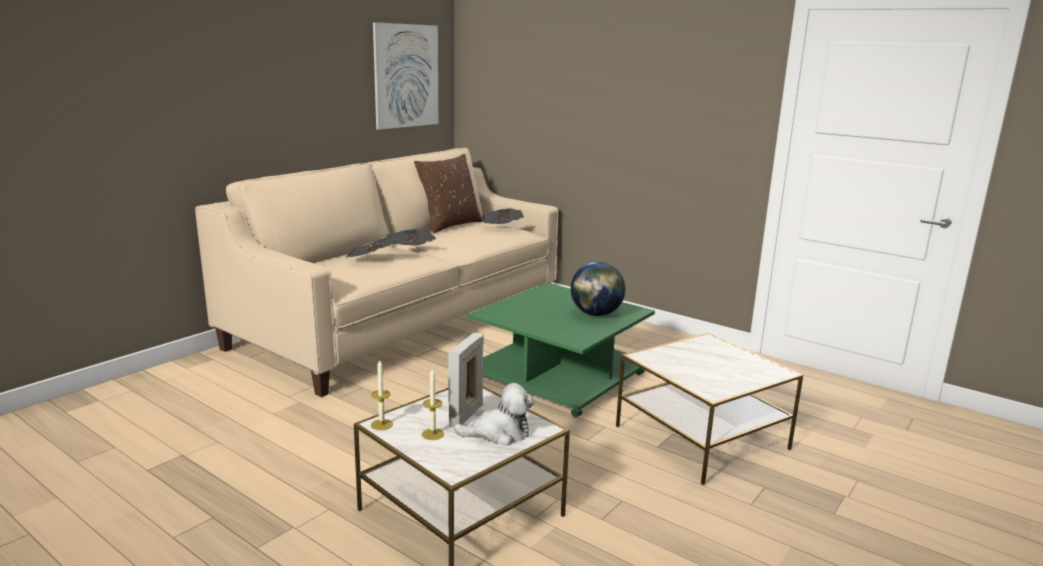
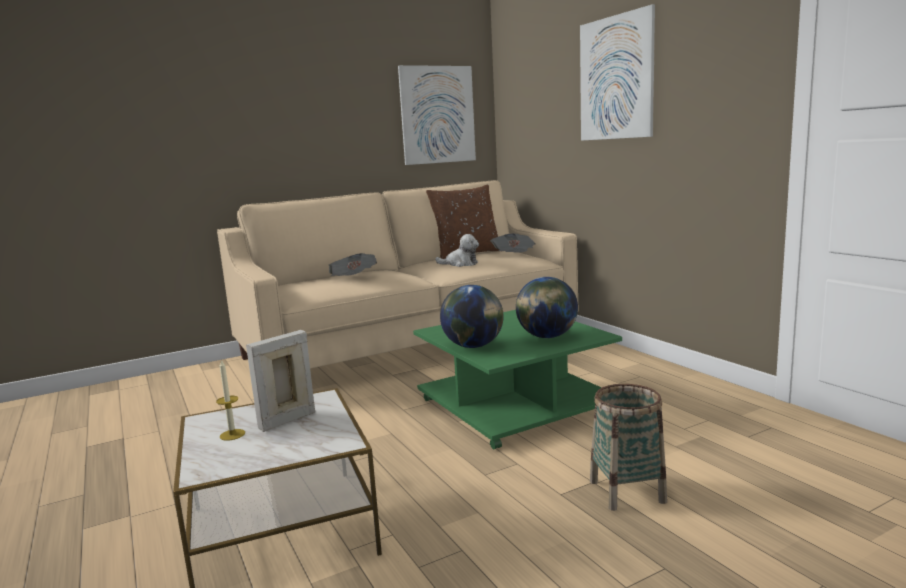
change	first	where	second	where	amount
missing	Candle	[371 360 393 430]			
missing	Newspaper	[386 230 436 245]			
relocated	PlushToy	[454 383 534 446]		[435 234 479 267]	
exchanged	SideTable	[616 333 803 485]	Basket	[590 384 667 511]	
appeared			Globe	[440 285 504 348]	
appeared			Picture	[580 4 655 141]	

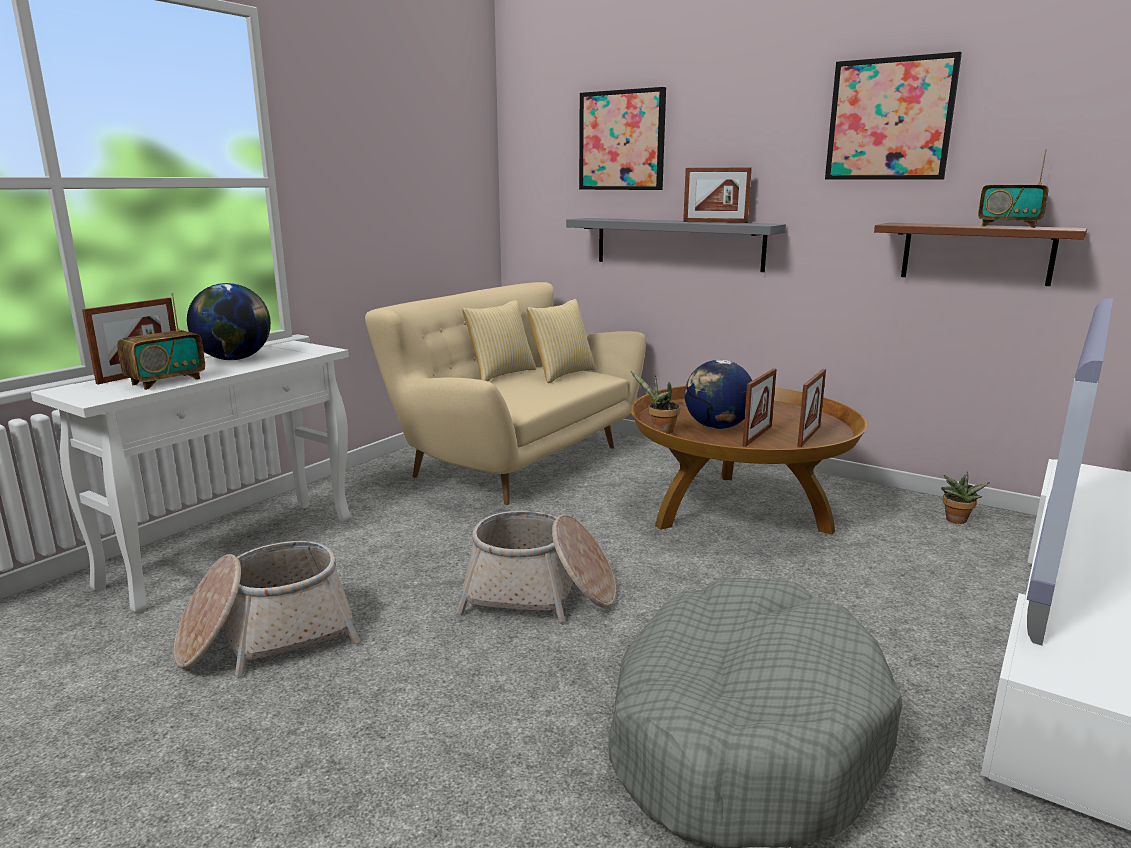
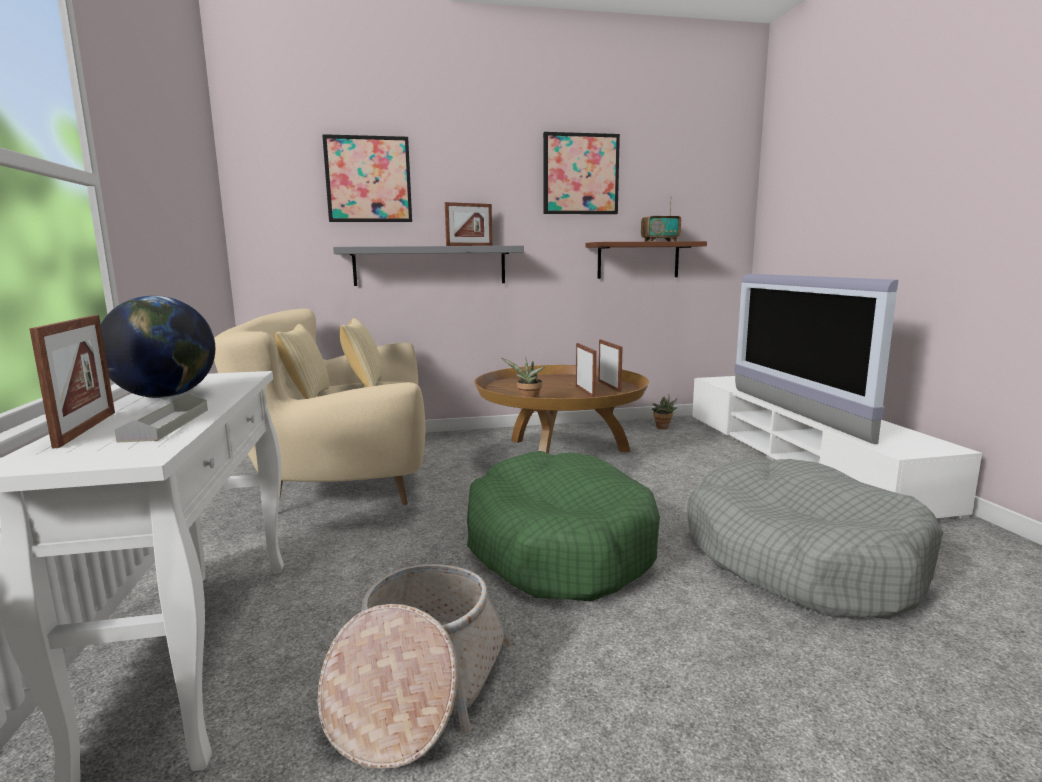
change	first	where	second	where	amount
exchanged	Radio	[117 293 205 390]	GreyTray	[115 393 208 442]	
exchanged	Basket	[457 511 617 623]	GreenDogBed	[467 451 660 601]	
missing	Globe	[684 360 752 429]			

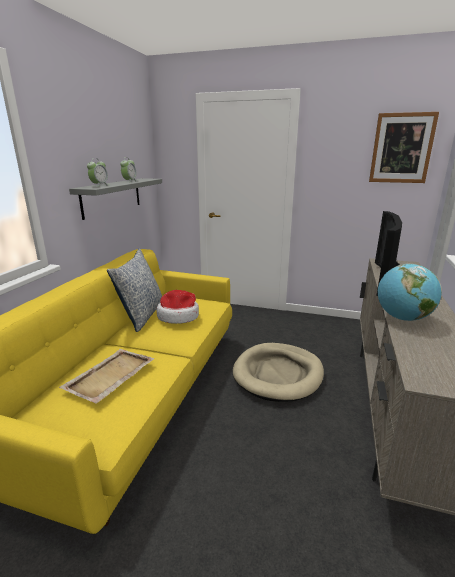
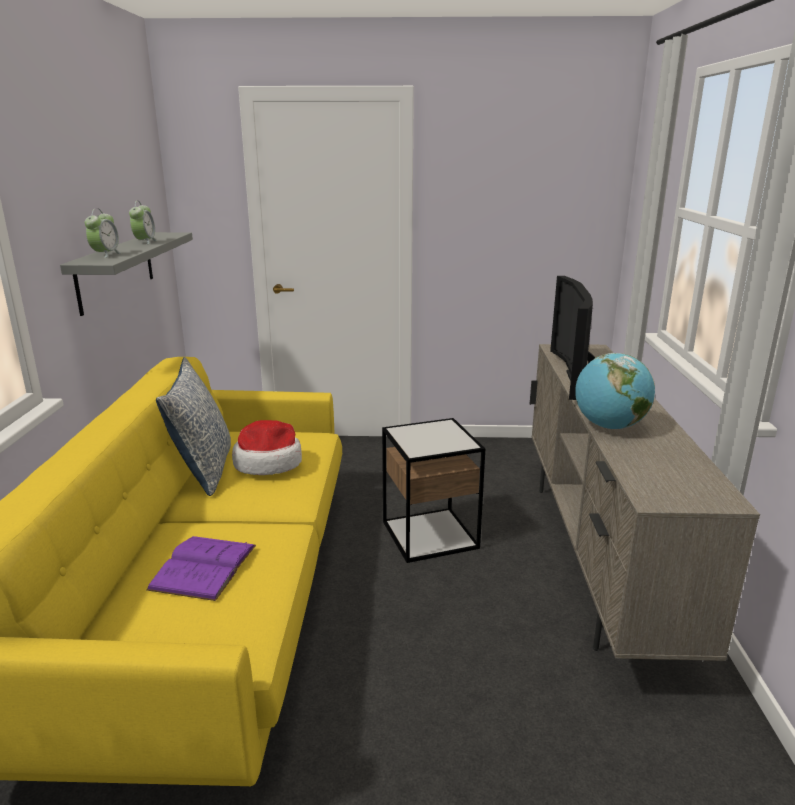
change	first	where	second	where	amount
exchanged	BeigeTray	[59 349 155 403]	PurpleBook	[146 536 256 601]	
exchanged	BeigeDogBed	[233 343 324 402]	SideTable	[382 418 485 563]	
missing	Picture	[369 112 439 183]			

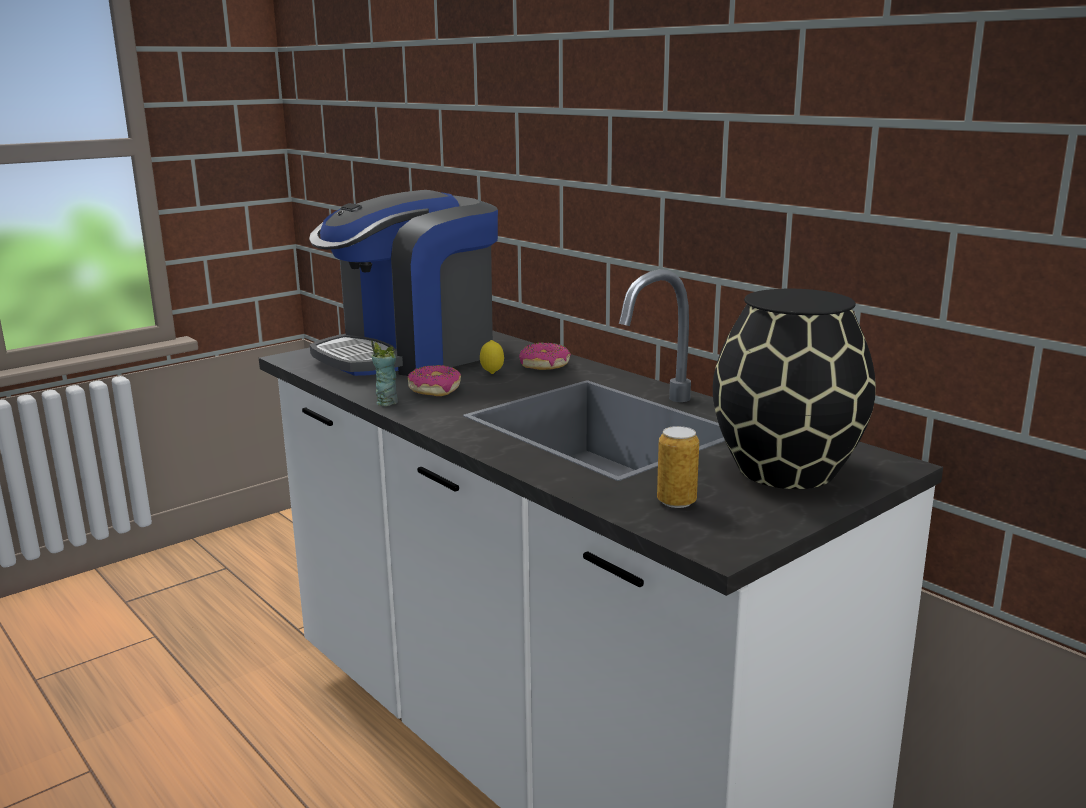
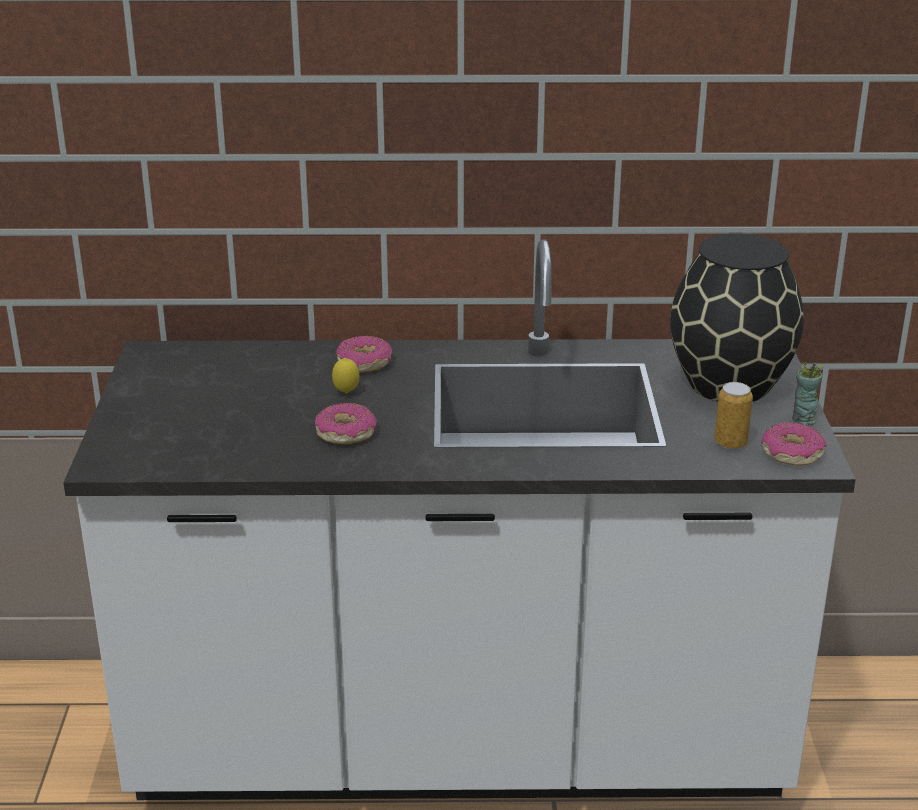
change	first	where	second	where	amount
missing	CoffeeMachine	[309 190 498 376]			
relocated	Cup	[371 340 398 406]		[792 362 824 426]	
appeared			Donut	[761 422 826 466]	

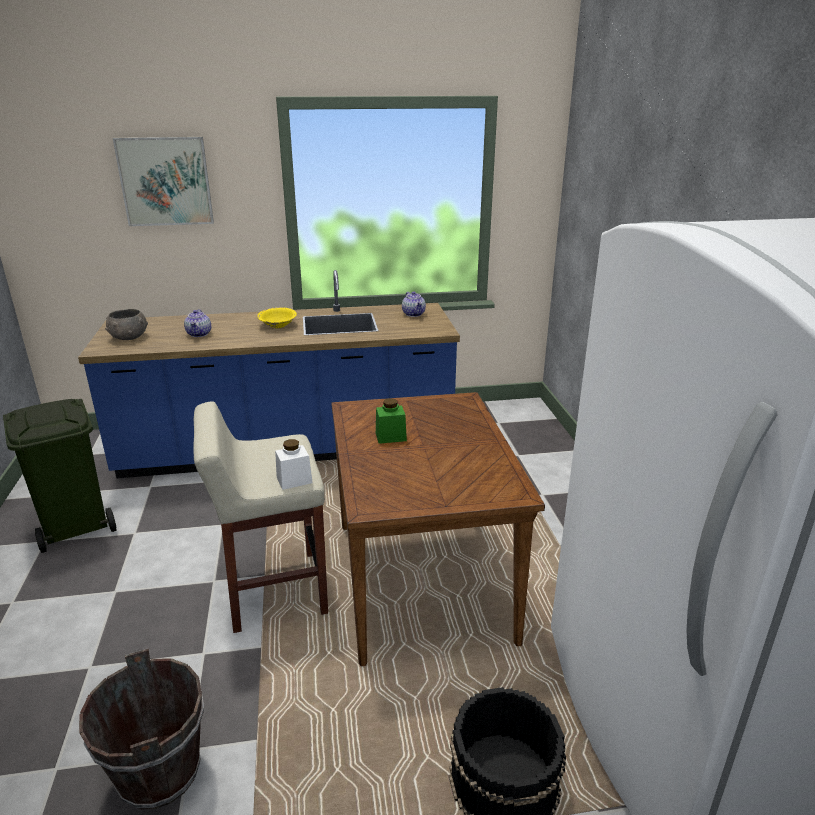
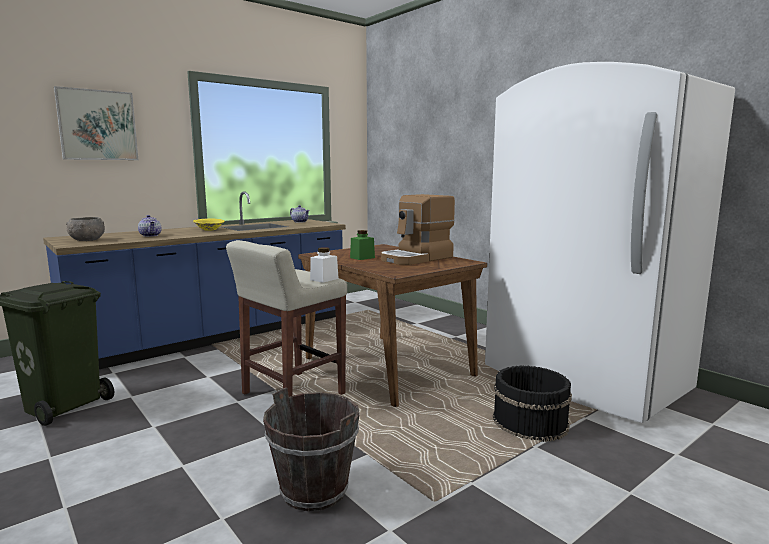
change	first	where	second	where	amount
appeared			CoffeeMachine	[381 194 455 265]	

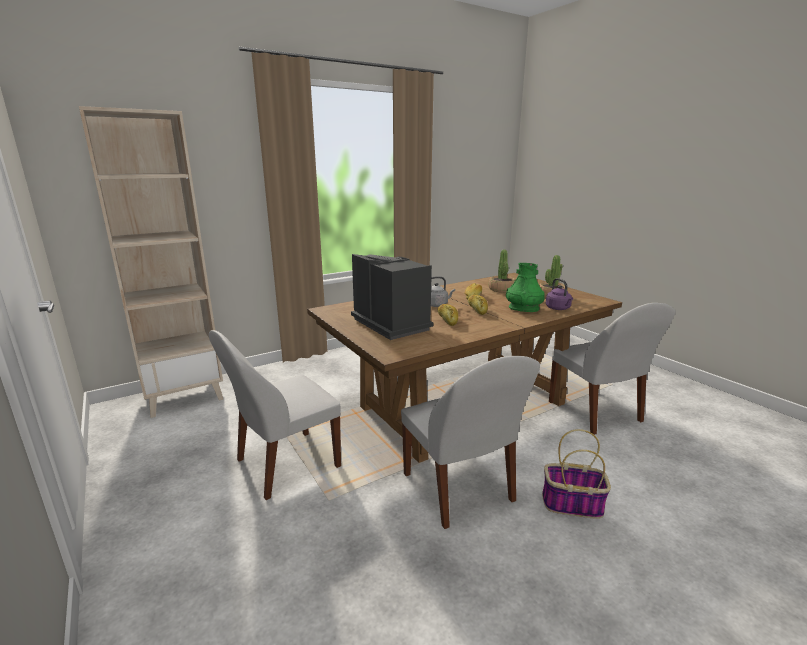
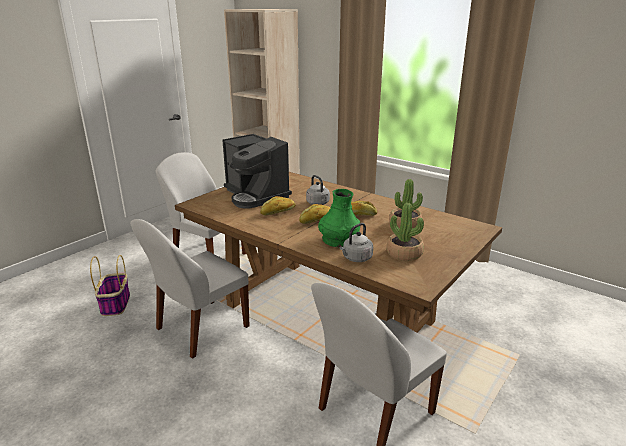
change	first	where	second	where	amount
spun	CoffeeMachine	[351 254 433 340]		[222 134 292 209]	105 degrees clockwise
relocated	Basket	[542 429 611 519]		[90 255 130 316]	
colour	PurpleKettle	[546 278 573 310]	GreyKettle	[339 223 373 262]	

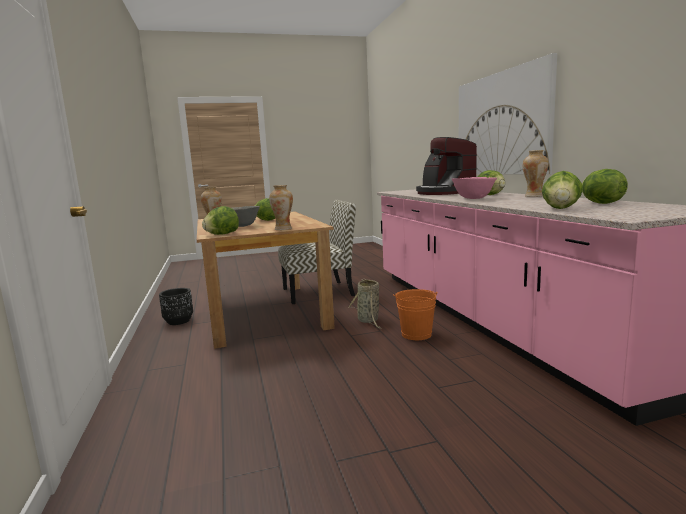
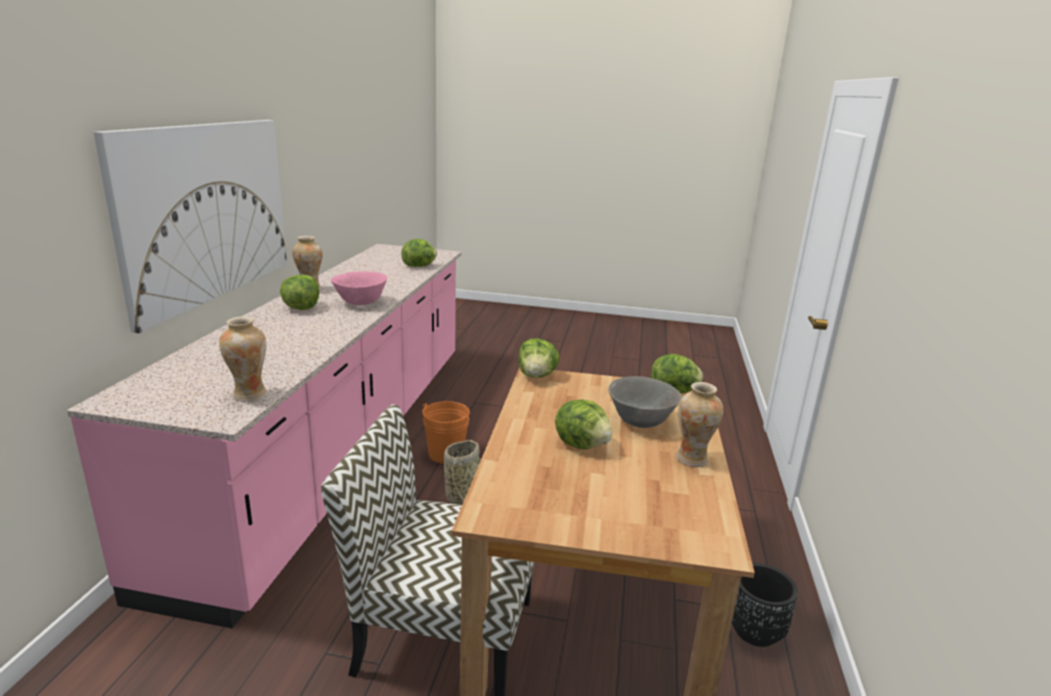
change	first	where	second	where	amount
relocated	Vase	[269 185 293 230]		[219 316 267 402]	
missing	CoffeeMachine	[416 137 477 195]			
relocated	Lettuce	[582 169 628 204]		[518 338 560 378]	

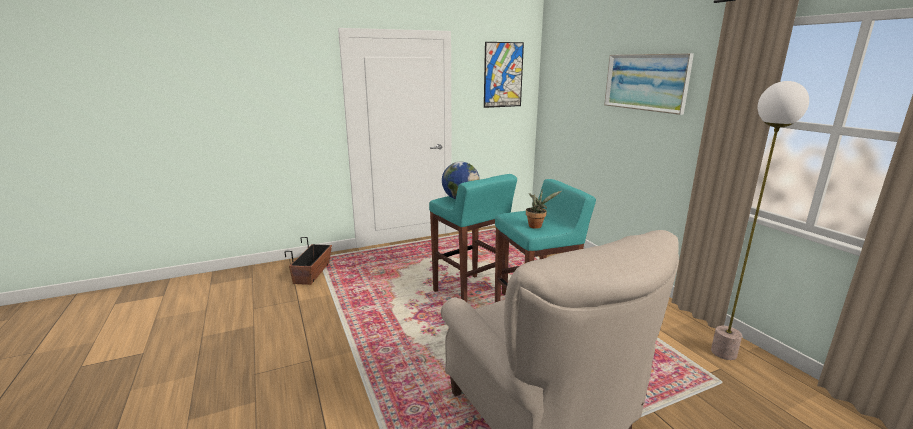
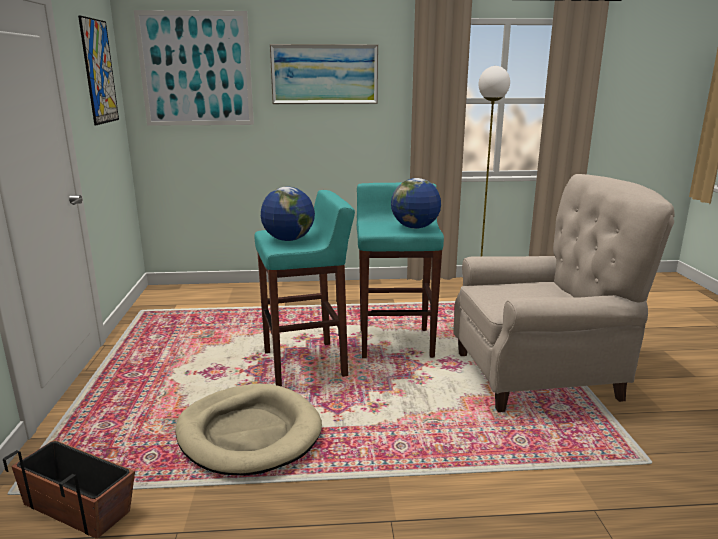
change	first	where	second	where	amount
exchanged	PottedPlant	[526 189 561 229]	Globe	[391 178 441 229]	
appeared			Picture	[134 10 254 126]	
appeared			BeigeDogBed	[175 384 322 476]	

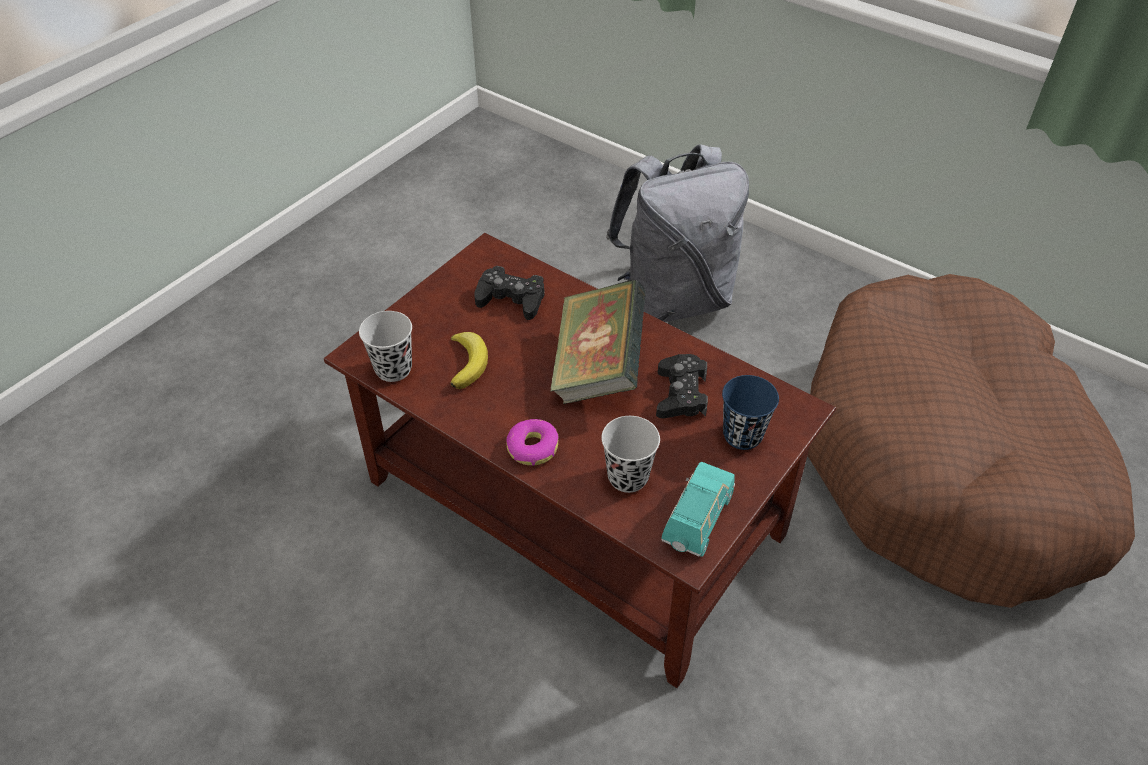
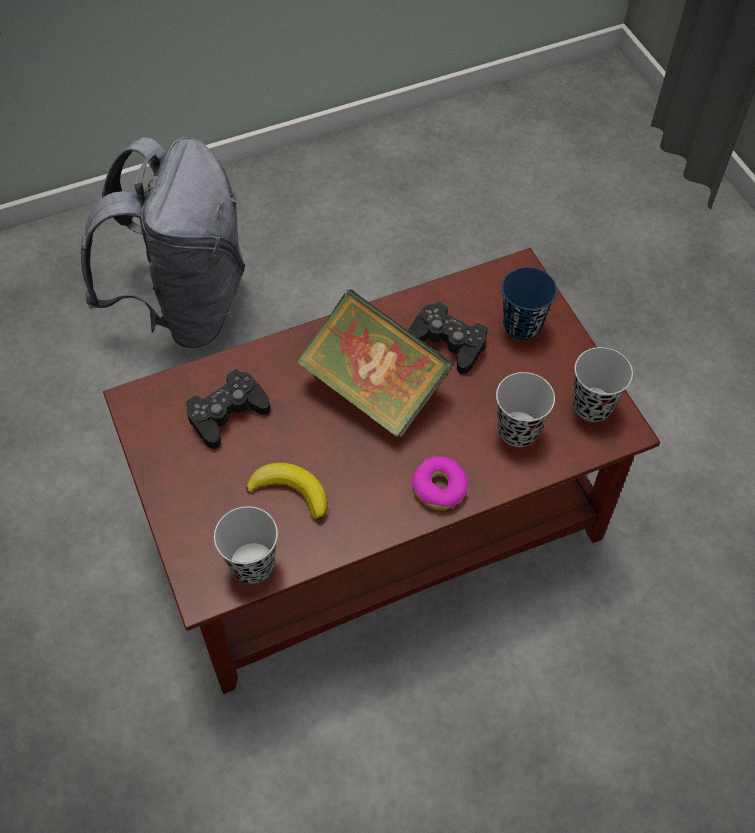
change	first	where	second	where	amount
exchanged	TurquoiseToyCar	[661 462 735 557]	BlackCup	[573 347 633 422]	
missing	BrownDogBed	[807 274 1135 608]			

